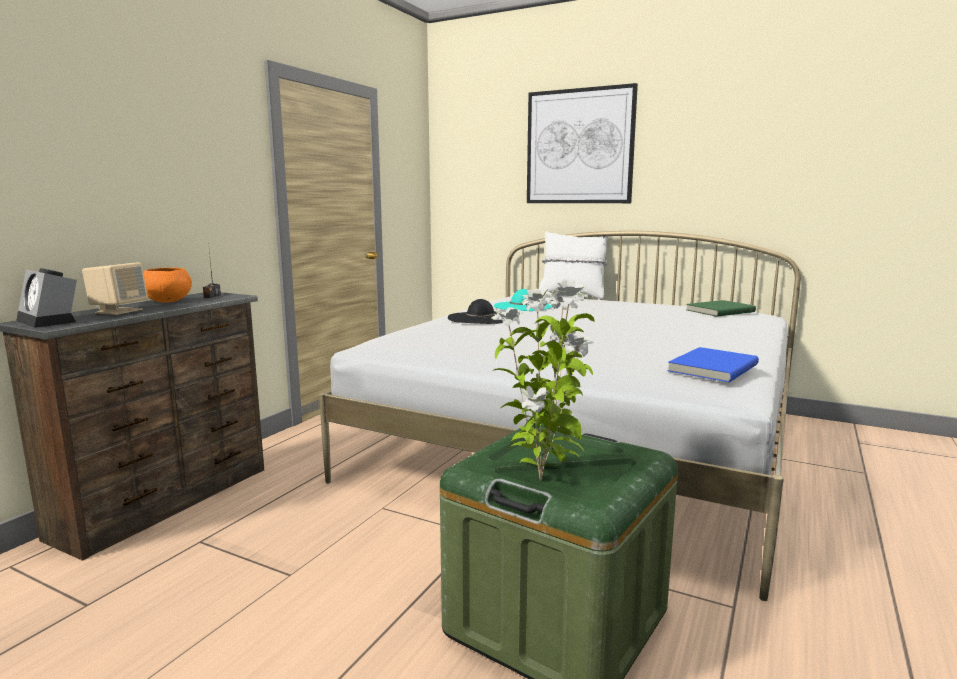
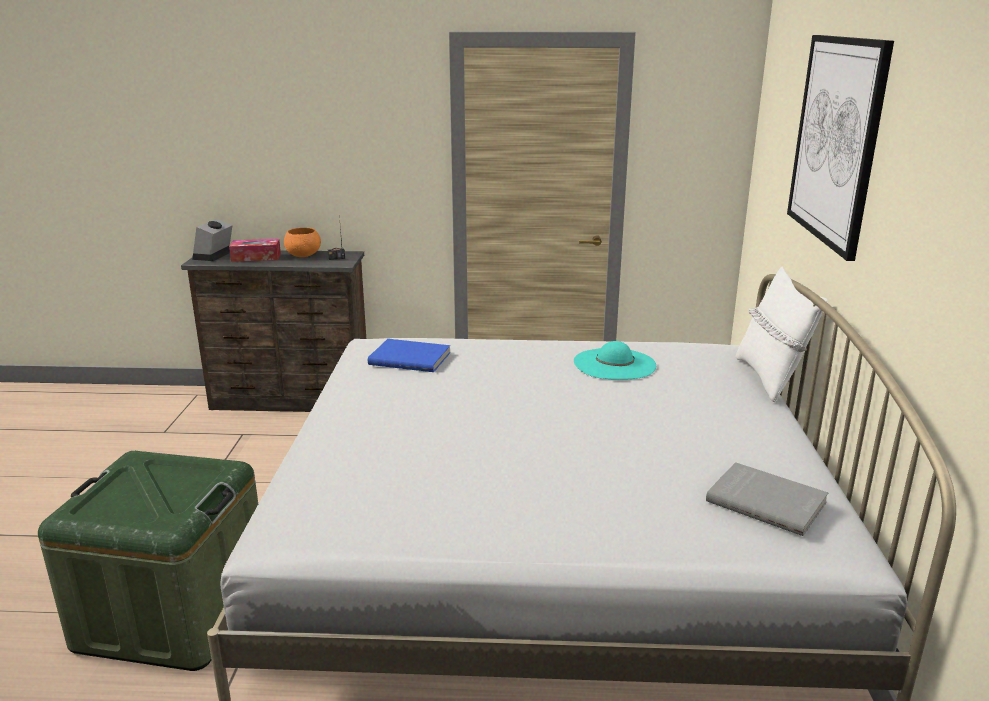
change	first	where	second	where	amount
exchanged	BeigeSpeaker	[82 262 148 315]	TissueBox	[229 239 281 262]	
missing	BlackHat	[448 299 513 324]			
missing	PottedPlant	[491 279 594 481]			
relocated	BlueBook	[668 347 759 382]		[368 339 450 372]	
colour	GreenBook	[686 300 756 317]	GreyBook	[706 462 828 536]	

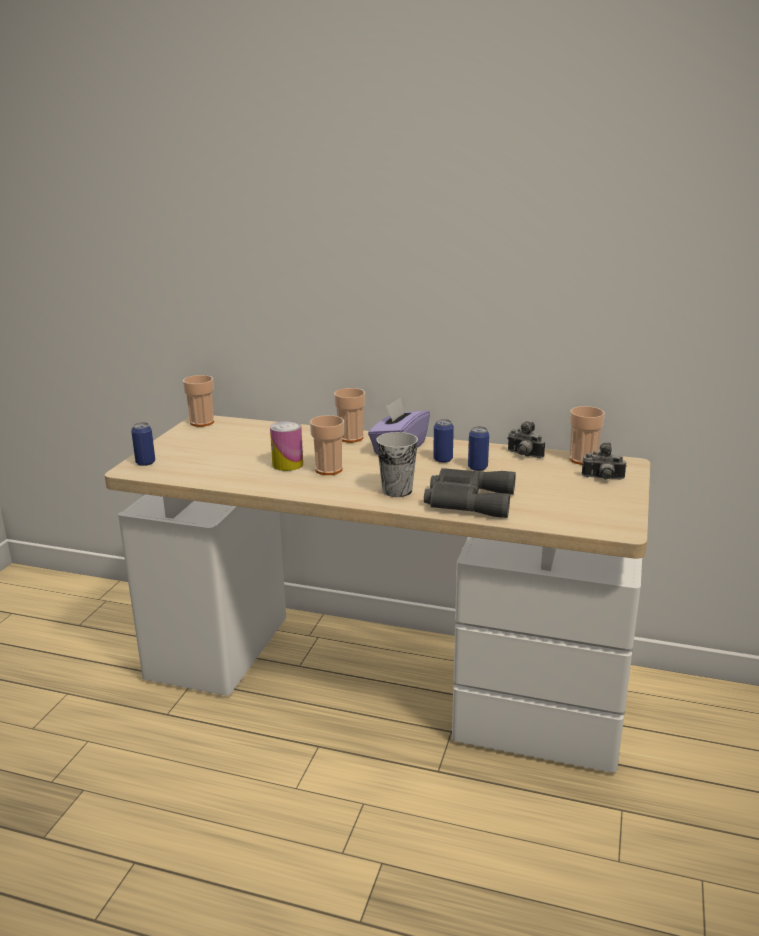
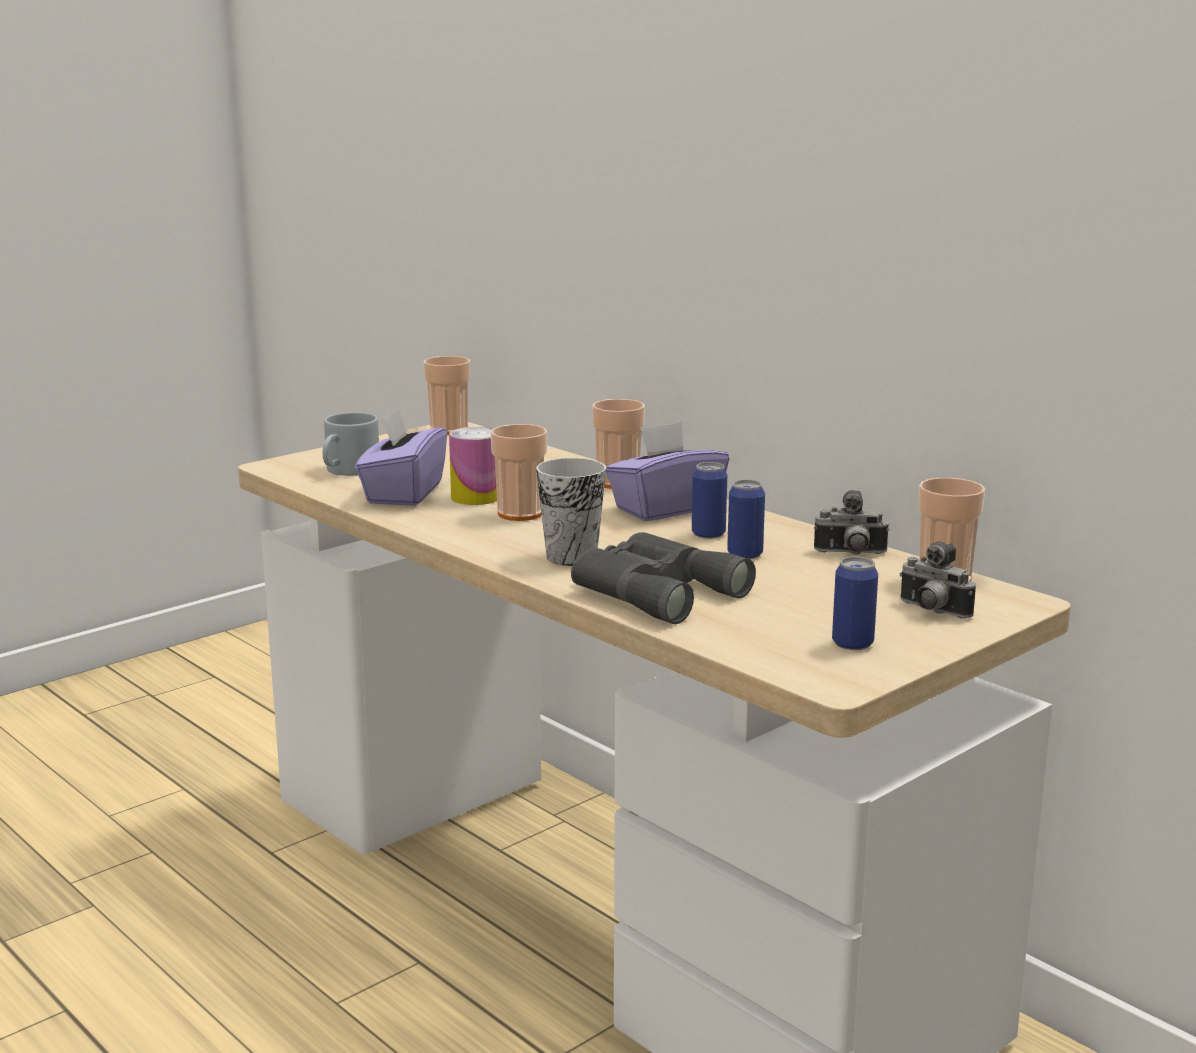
change	first	where	second	where	amount
relocated	Can	[131 422 155 466]		[832 556 878 650]	
spun	PhotoCamera	[507 421 545 458]		[814 490 889 555]	60 degrees counterclockwise
appeared			GreyMug	[323 412 379 476]	
appeared			PurpleTissueBox	[355 408 447 506]	

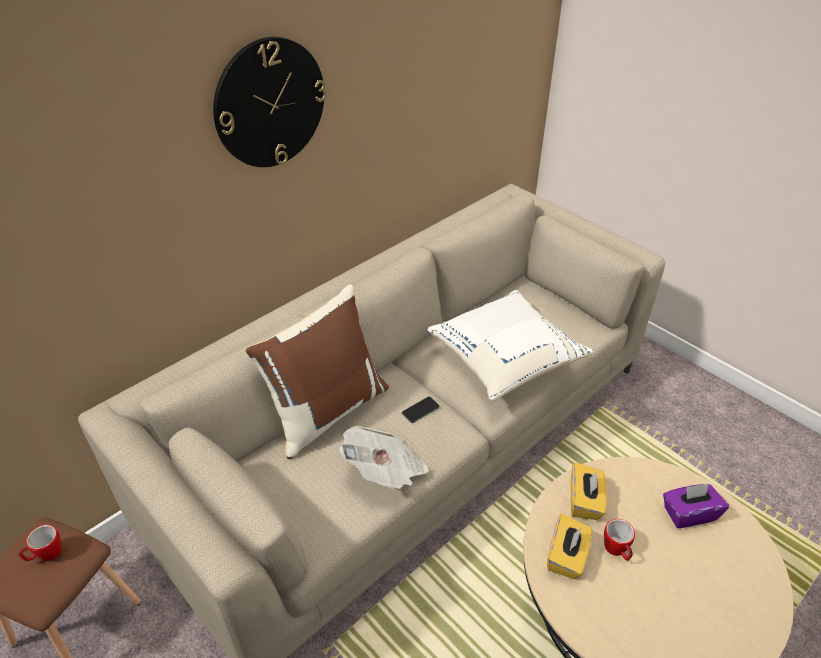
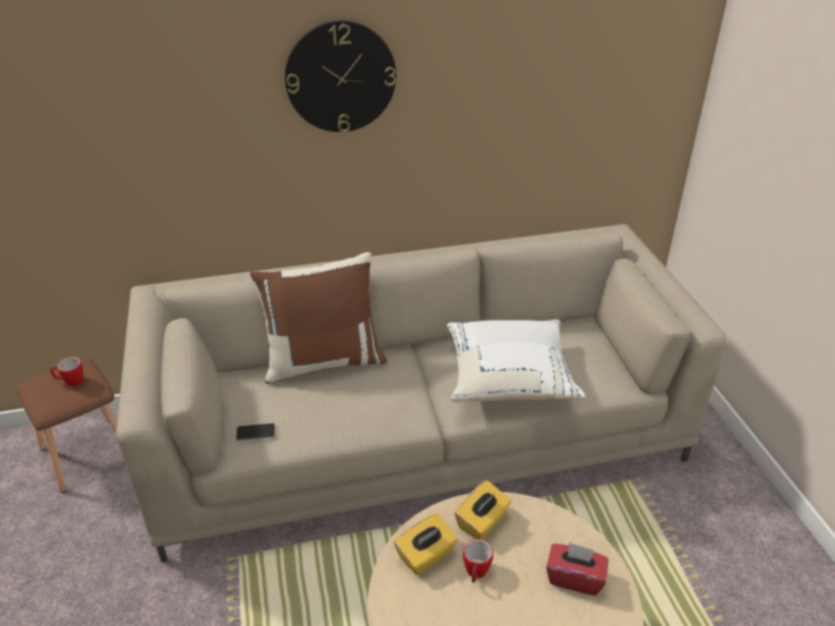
change	first	where	second	where	amount
missing	Newspaper	[338 425 429 490]			
relocated	Phone	[402 397 440 423]		[236 423 275 440]	
colour	PurpleTissueBox	[663 484 729 528]	RedTissueBox	[546 542 608 596]	

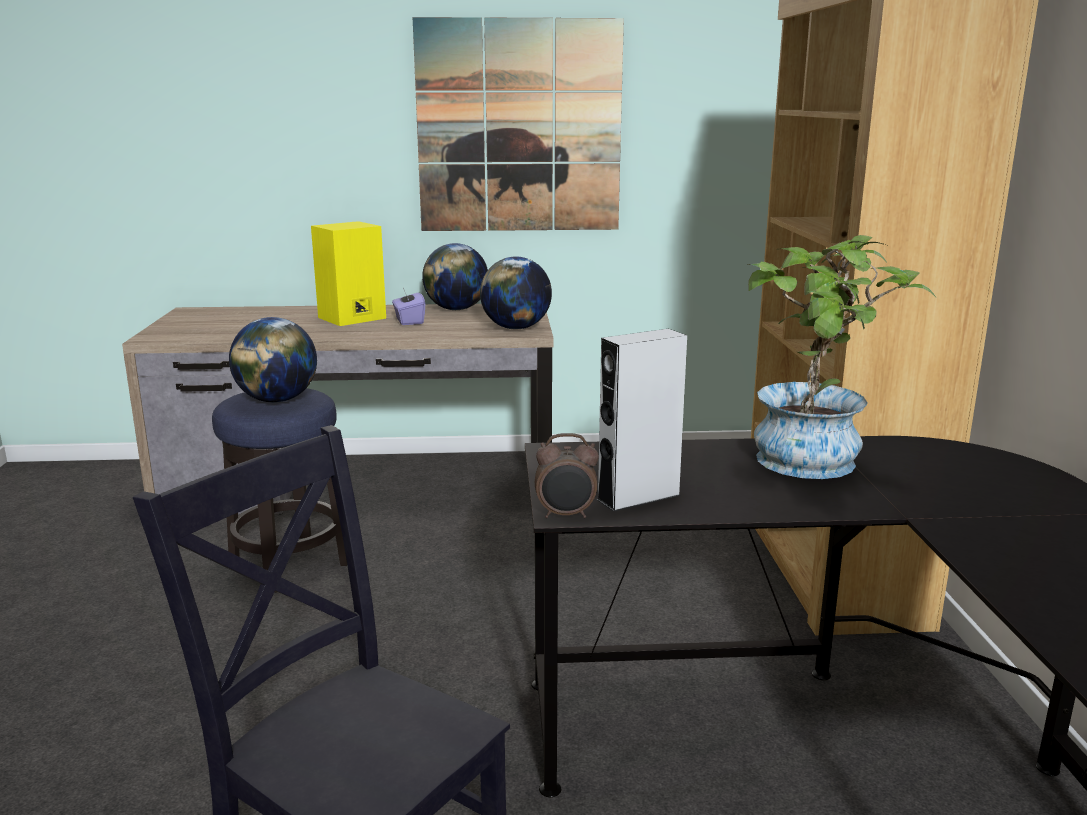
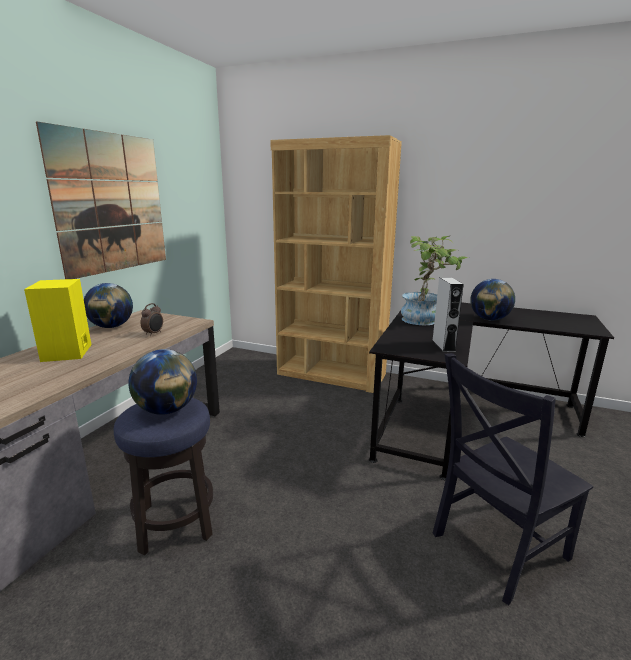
change	first	where	second	where	amount
missing	PurpleTissueBox	[392 288 425 325]			
relocated	Globe	[480 257 552 329]		[470 279 515 321]	
relocated	AlarmClock	[535 433 599 518]		[140 303 163 336]	

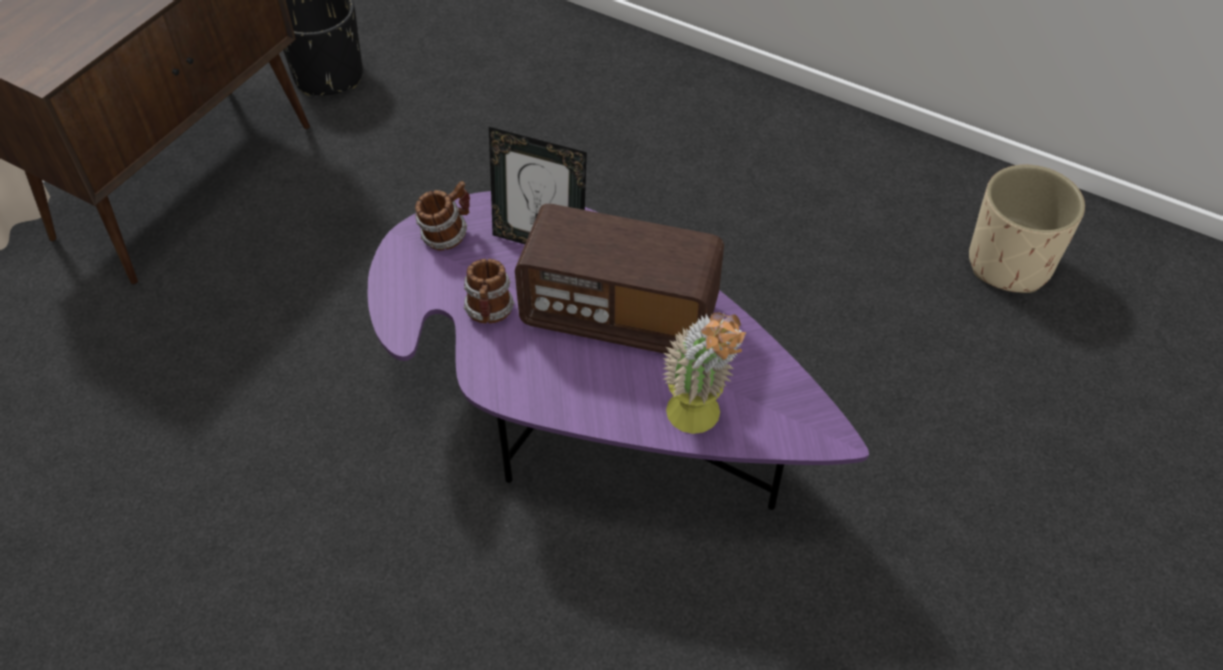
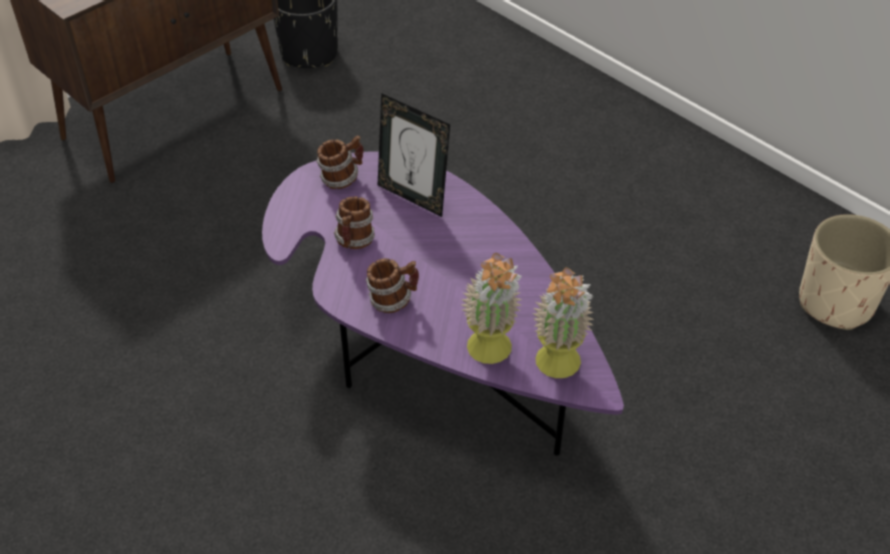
change	first	where	second	where	amount
missing	Radio	[515 204 724 354]			
appeared			Mug	[366 258 419 313]	
appeared			PottedPlant	[532 267 594 378]	

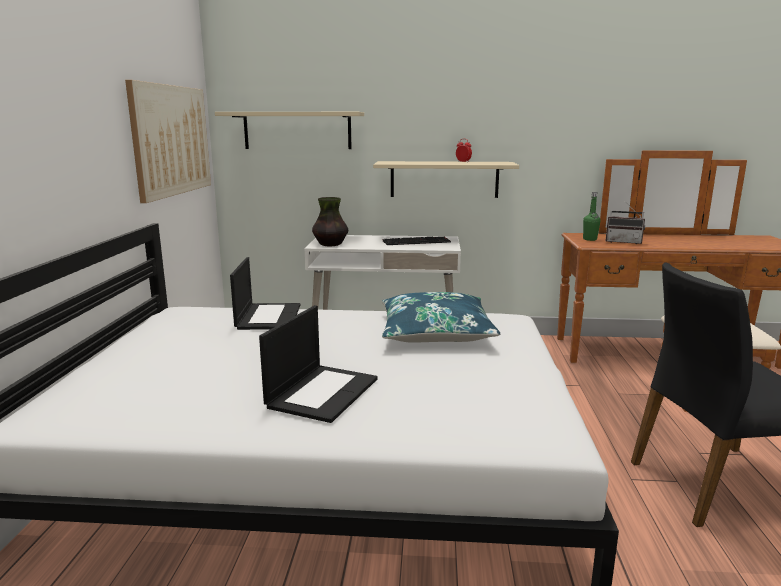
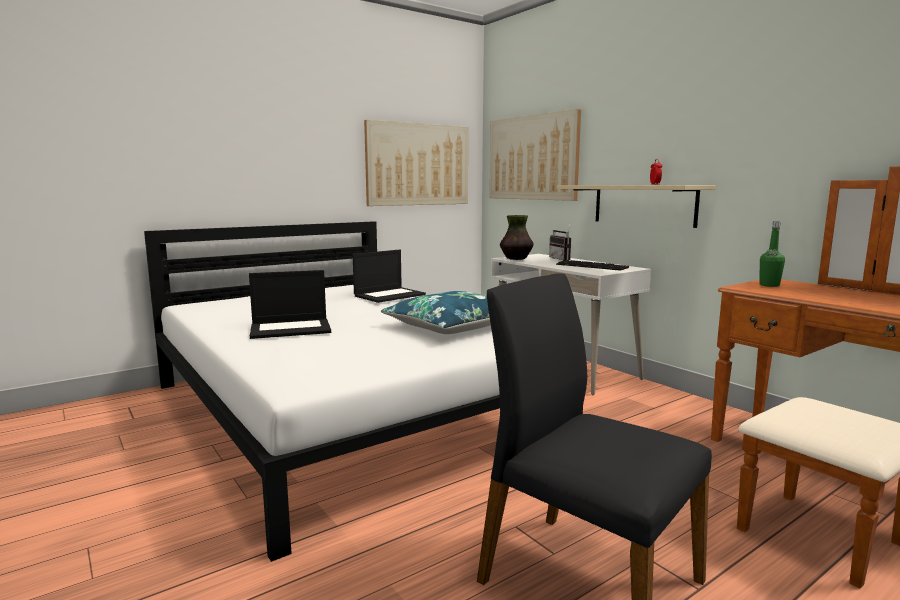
change	first	where	second	where	amount
exchanged	BeigeShelf	[215 112 364 149]	Picture	[490 109 581 201]	
relocated	Radio	[605 201 645 244]		[549 224 571 261]	

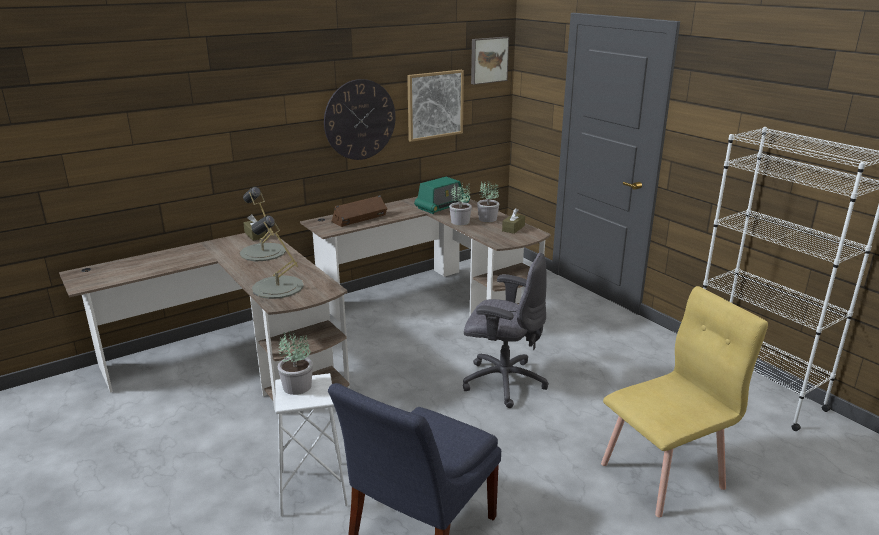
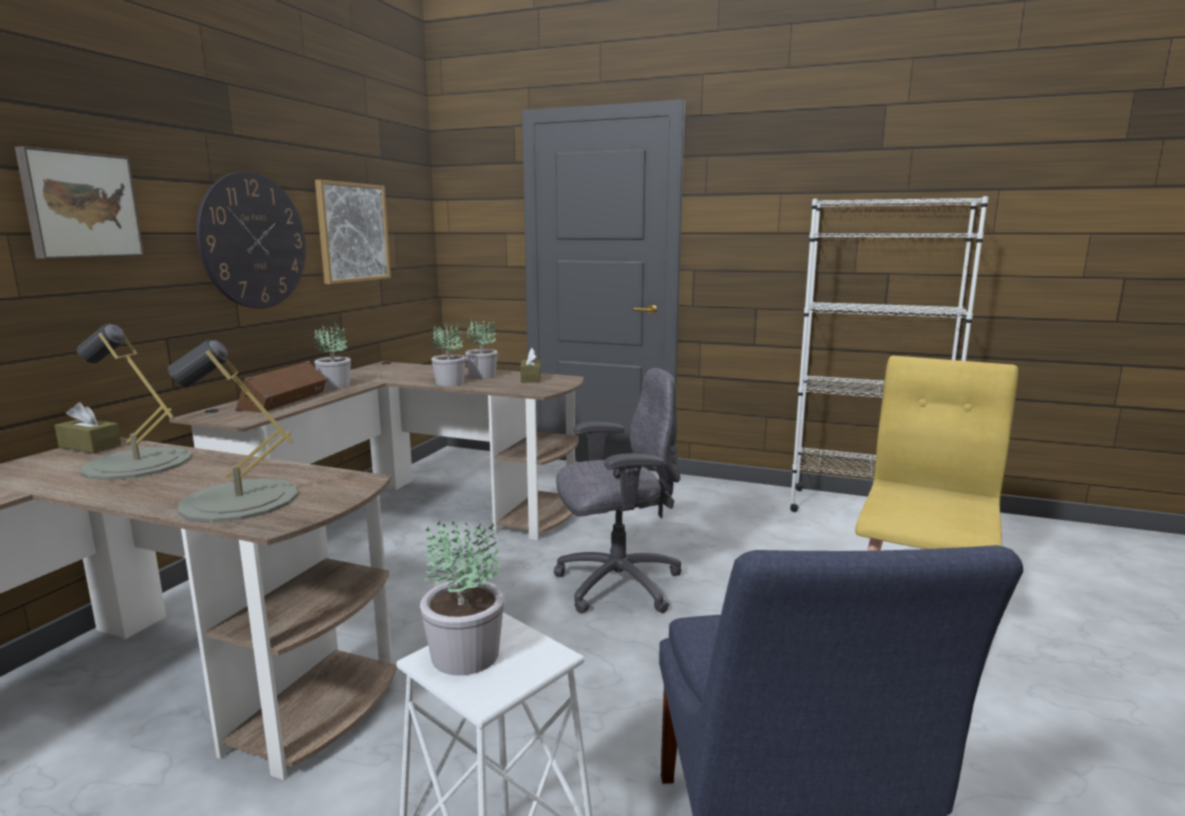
change	first	where	second	where	amount
missing	Radio	[414 177 470 214]			
relocated	Picture	[471 37 509 85]		[15 146 144 259]	
appeared			PottedPlant	[314 323 351 389]	

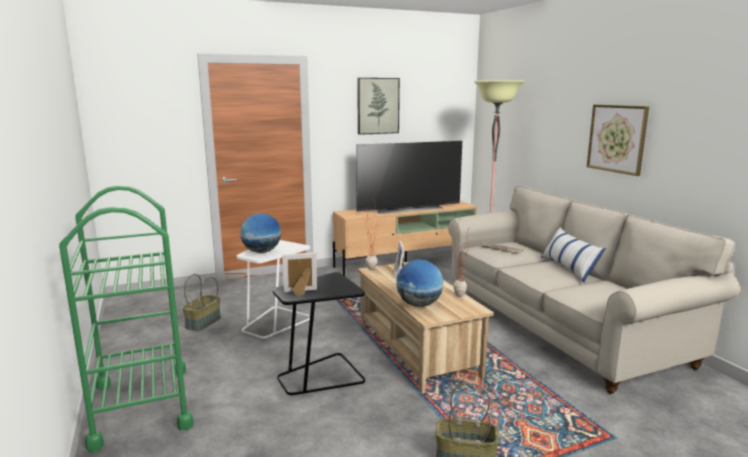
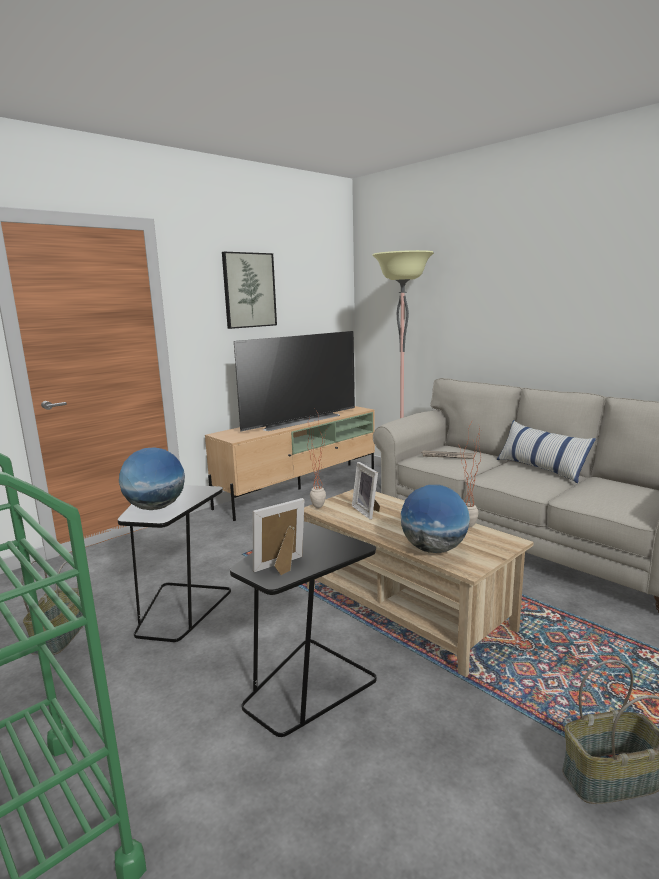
change	first	where	second	where	amount
colour	WhiteSideTable	[237 240 310 339]	BlackSideTable	[117 485 231 643]	
missing	Picture	[587 105 649 176]			

